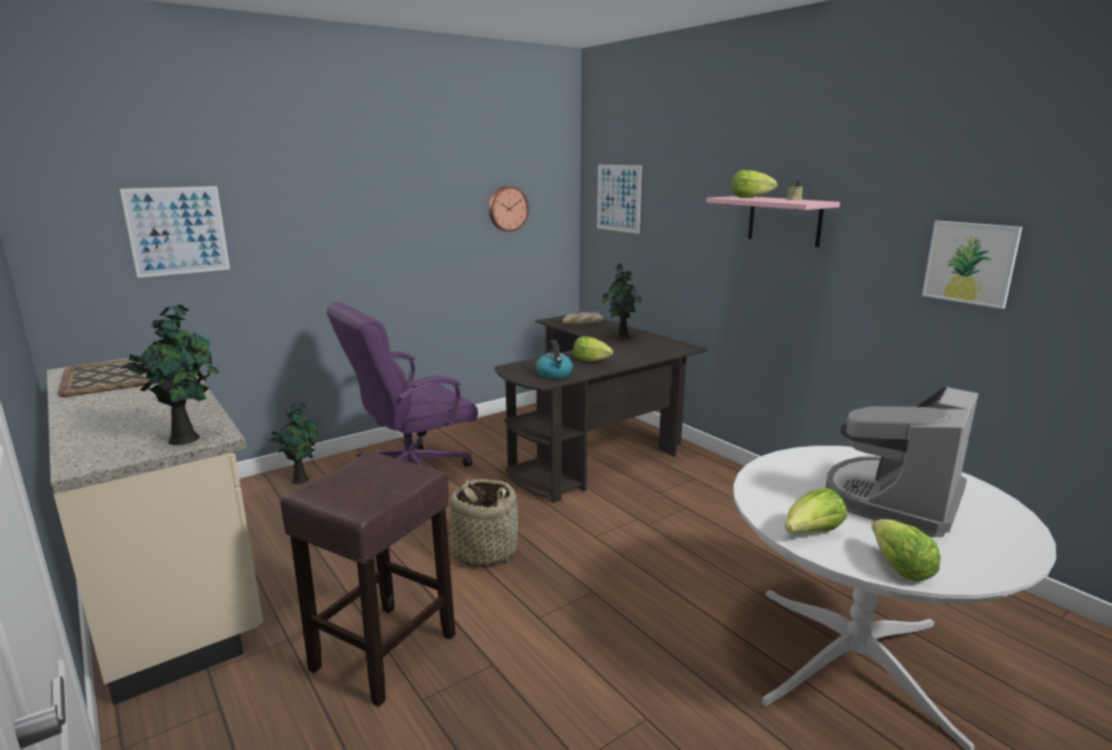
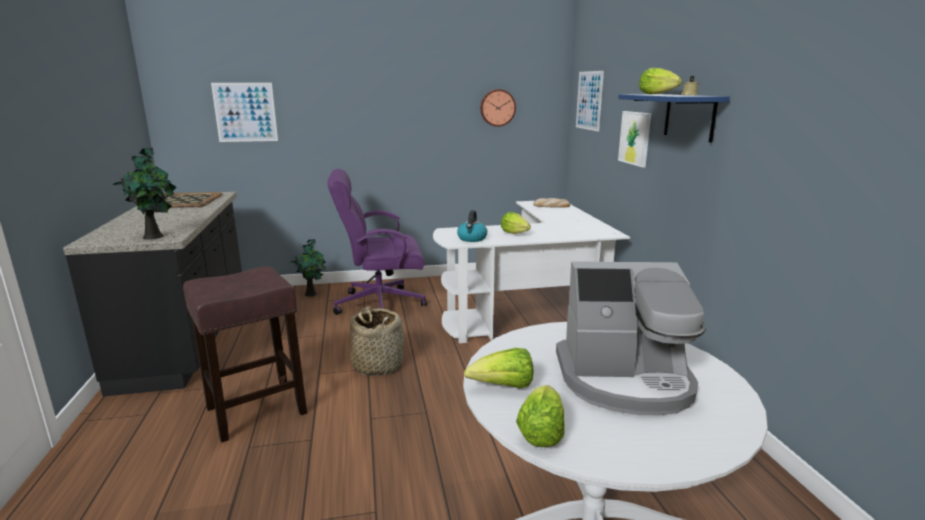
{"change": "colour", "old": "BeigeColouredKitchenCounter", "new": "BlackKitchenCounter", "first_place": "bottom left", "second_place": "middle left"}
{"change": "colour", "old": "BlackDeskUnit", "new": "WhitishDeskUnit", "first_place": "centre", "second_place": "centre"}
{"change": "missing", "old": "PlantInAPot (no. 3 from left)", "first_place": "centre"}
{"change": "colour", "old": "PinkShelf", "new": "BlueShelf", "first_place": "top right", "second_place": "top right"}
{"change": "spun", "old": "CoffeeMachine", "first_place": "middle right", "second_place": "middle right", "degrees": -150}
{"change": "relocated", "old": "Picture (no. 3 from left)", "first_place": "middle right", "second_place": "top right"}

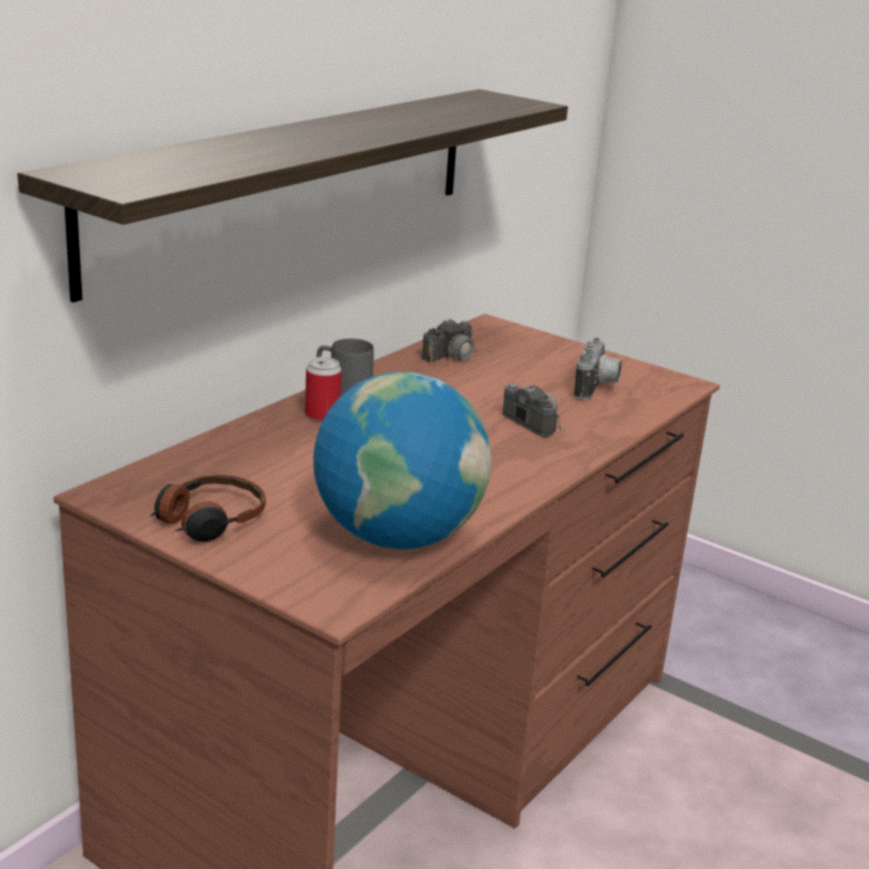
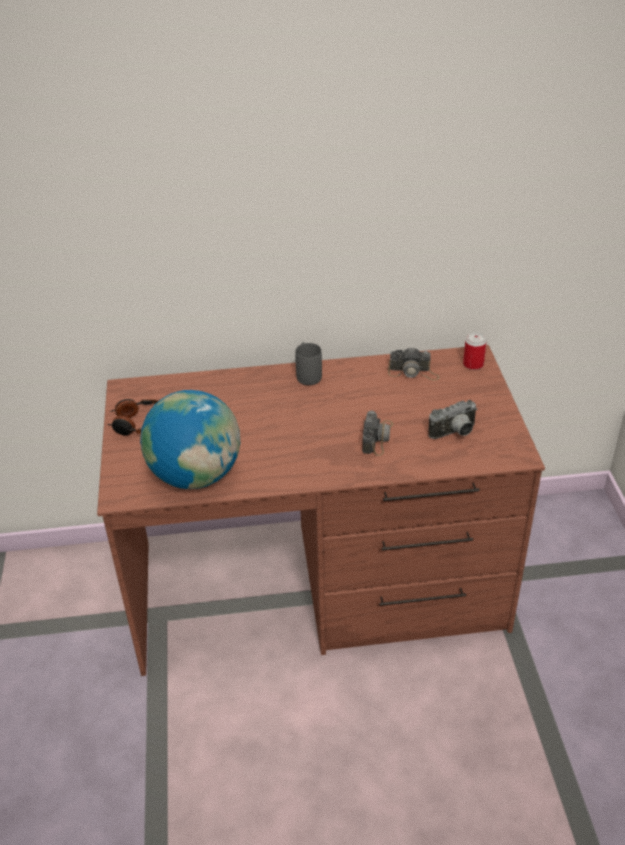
{"change": "missing", "old": "Shelf", "first_place": "top centre"}
{"change": "relocated", "old": "Can", "first_place": "centre", "second_place": "middle right"}

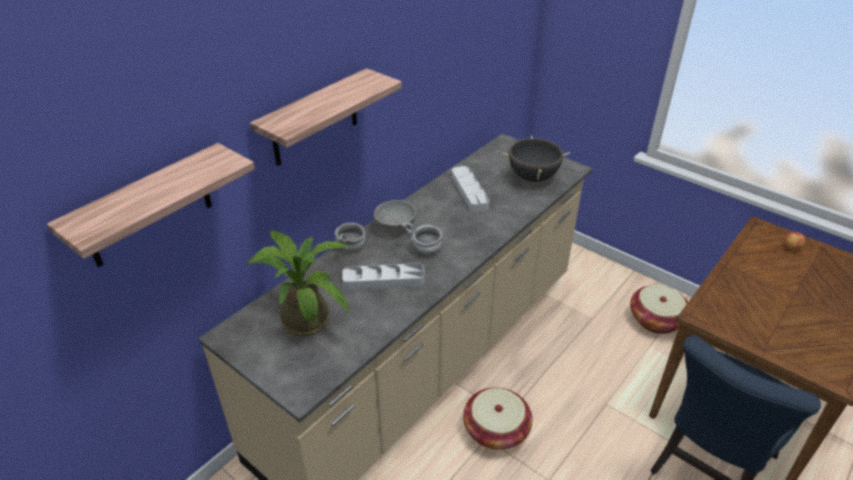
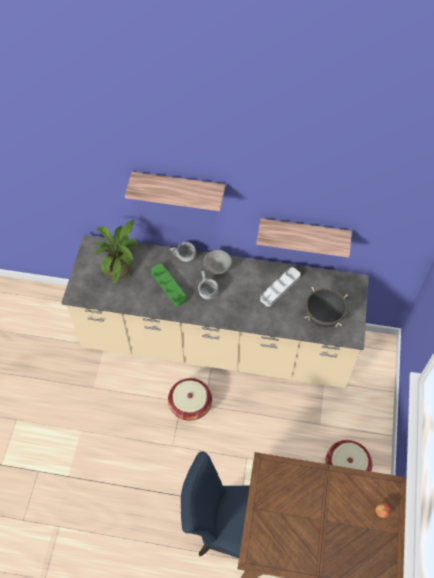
{"change": "relocated", "old": "Shelf (no. 1 from left in the first image)", "new": "Shelf (no. 2 from left)", "first_place": "middle left", "second_place": "middle right"}
{"change": "colour", "old": "GreyTray (no. 1 from left)", "new": "GreenColouredTray", "first_place": "centre", "second_place": "centre"}

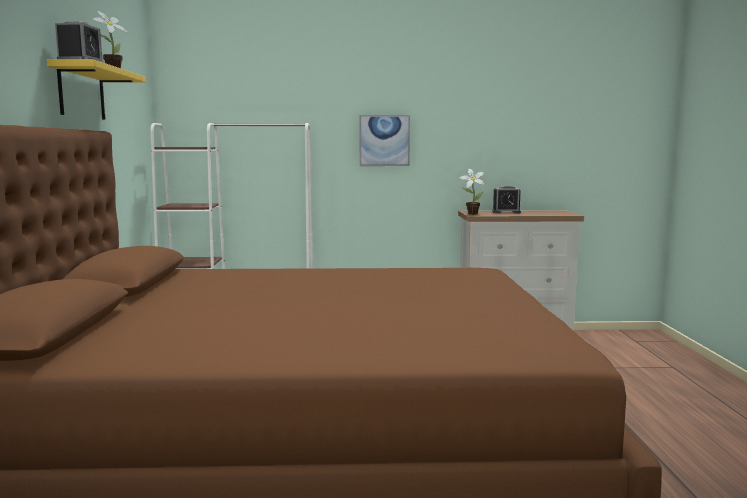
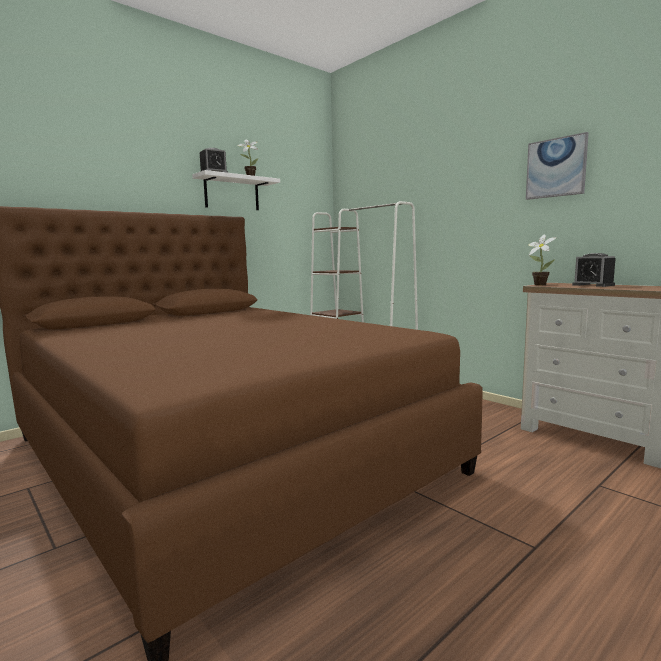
{"change": "colour", "old": "YellowColouredShelf", "new": "WhitishShelf", "first_place": "top left", "second_place": "top centre"}
{"change": "relocated", "old": "Picture", "first_place": "top centre", "second_place": "top right"}

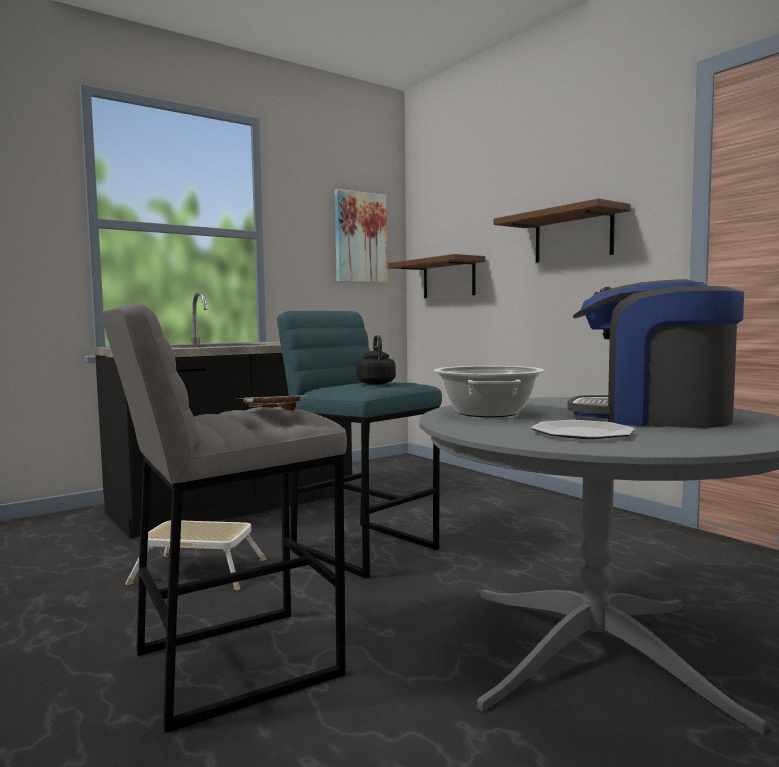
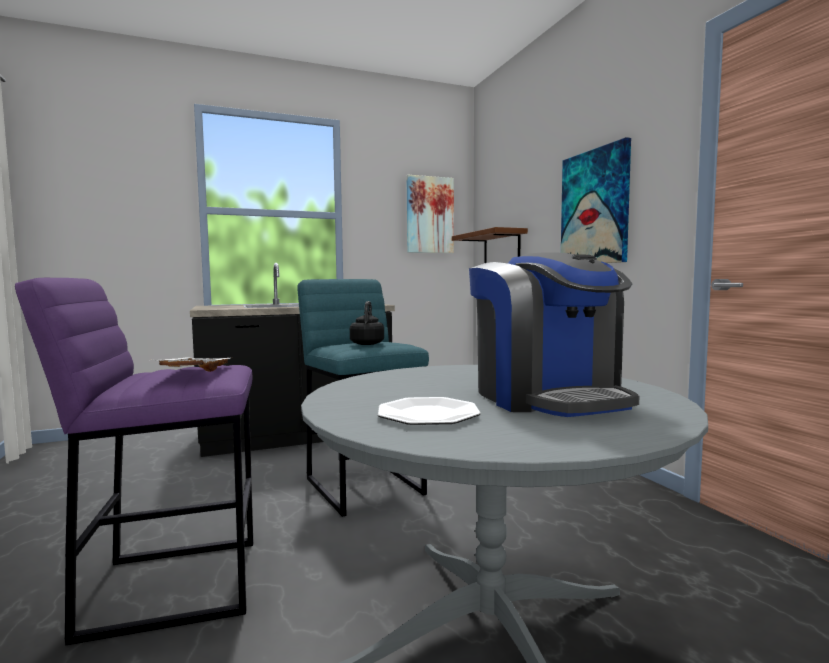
{"change": "colour", "old": "GreySittingStool", "new": "PurpleSittingStool", "first_place": "bottom left", "second_place": "bottom left"}
{"change": "missing", "old": "BeigeColouredStepLadder", "first_place": "bottom left"}
{"change": "missing", "old": "Saucepot", "first_place": "centre"}
{"change": "exchanged", "old": "BrownishShelf (no. 2 from left)", "new": "Picture (no. 2 from left)", "first_place": "top right", "second_place": "top right"}
{"change": "spun", "old": "CoffeeMachine", "first_place": "middle right", "second_place": "middle right", "degrees": -150}

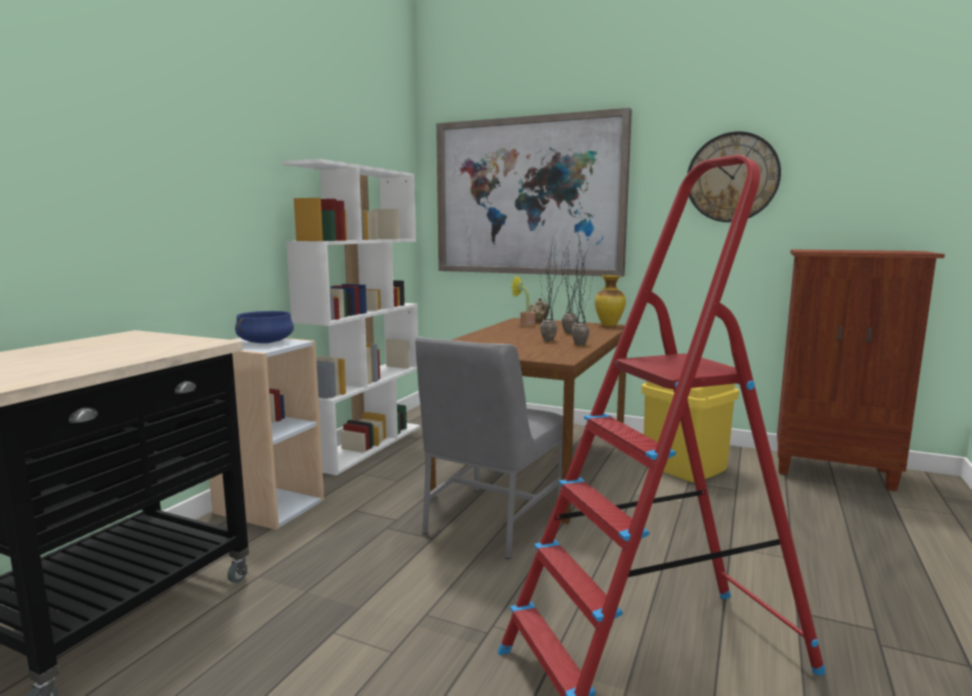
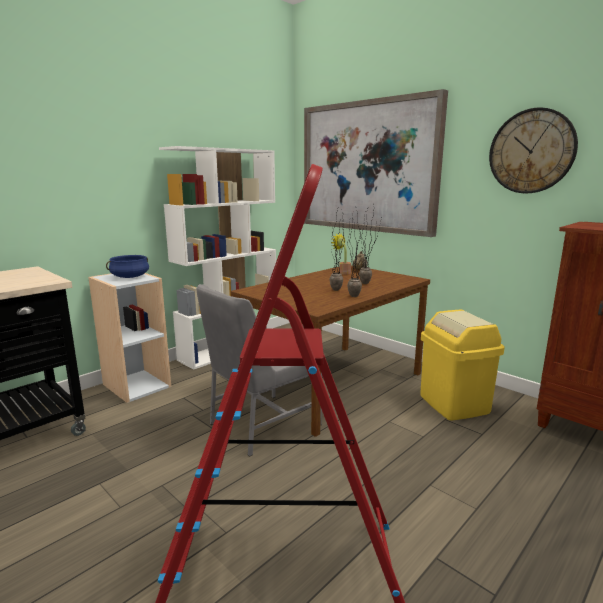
{"change": "missing", "old": "FlowerVase", "first_place": "centre"}

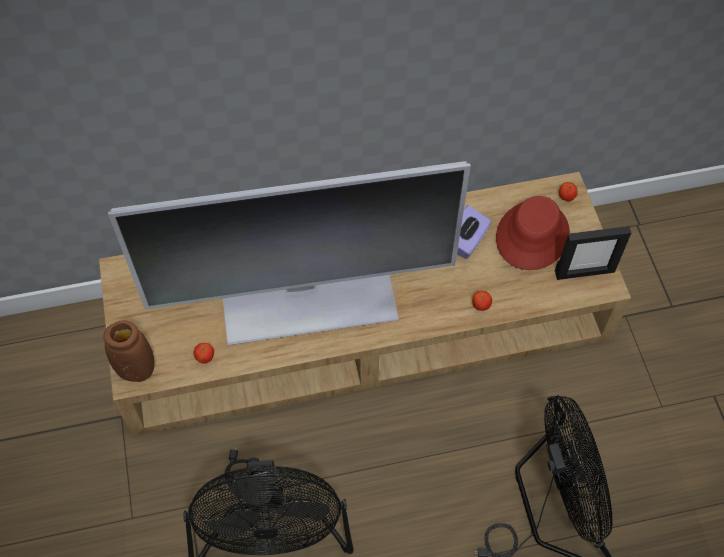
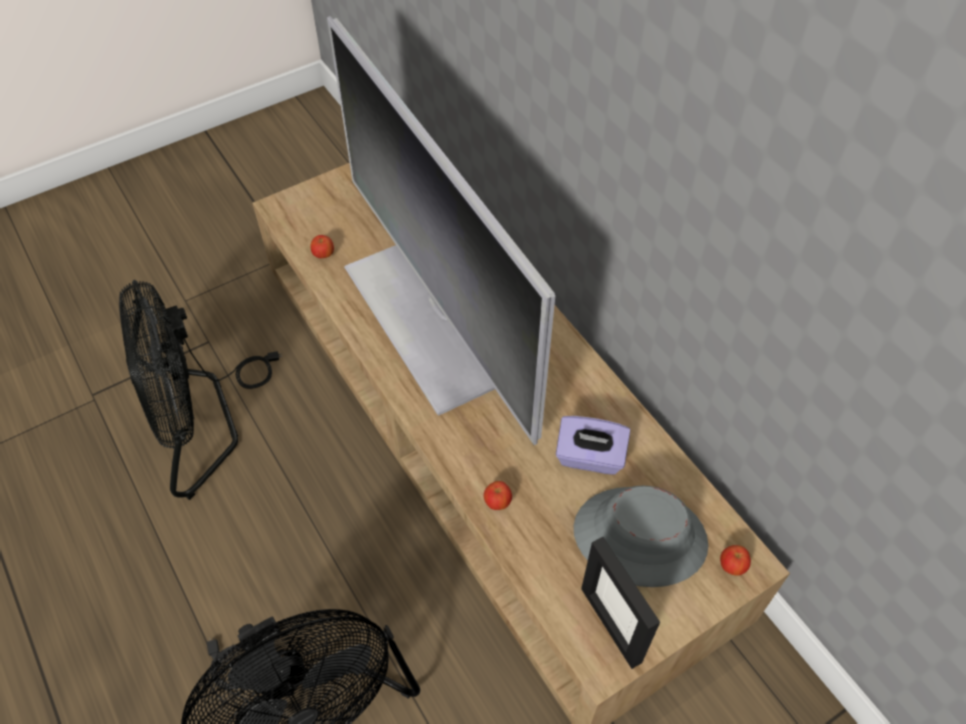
{"change": "missing", "old": "BrownishFlowerVase", "first_place": "middle left"}
{"change": "colour", "old": "RedWearableHat", "new": "GreyWearableHat", "first_place": "middle right", "second_place": "bottom centre"}

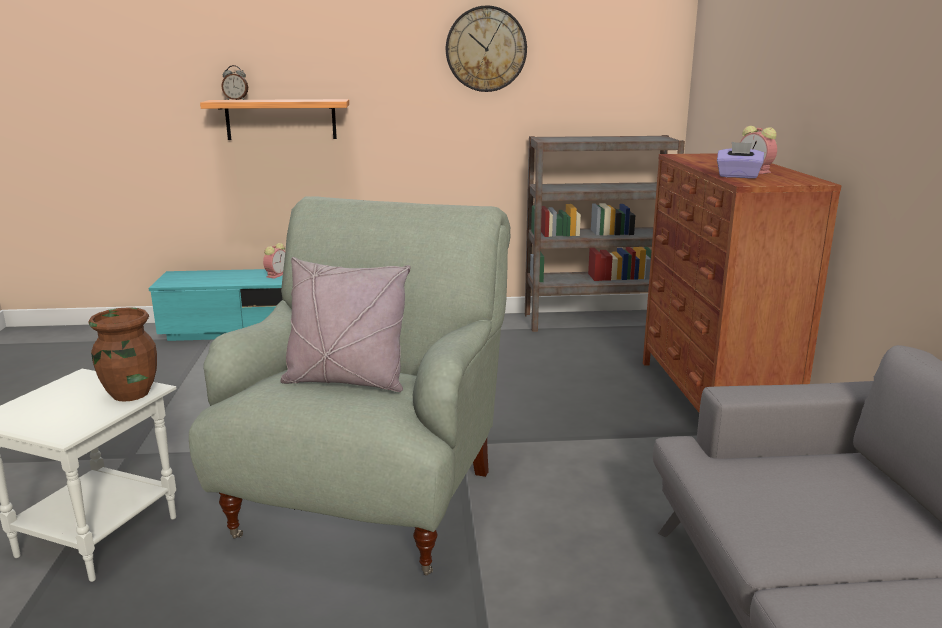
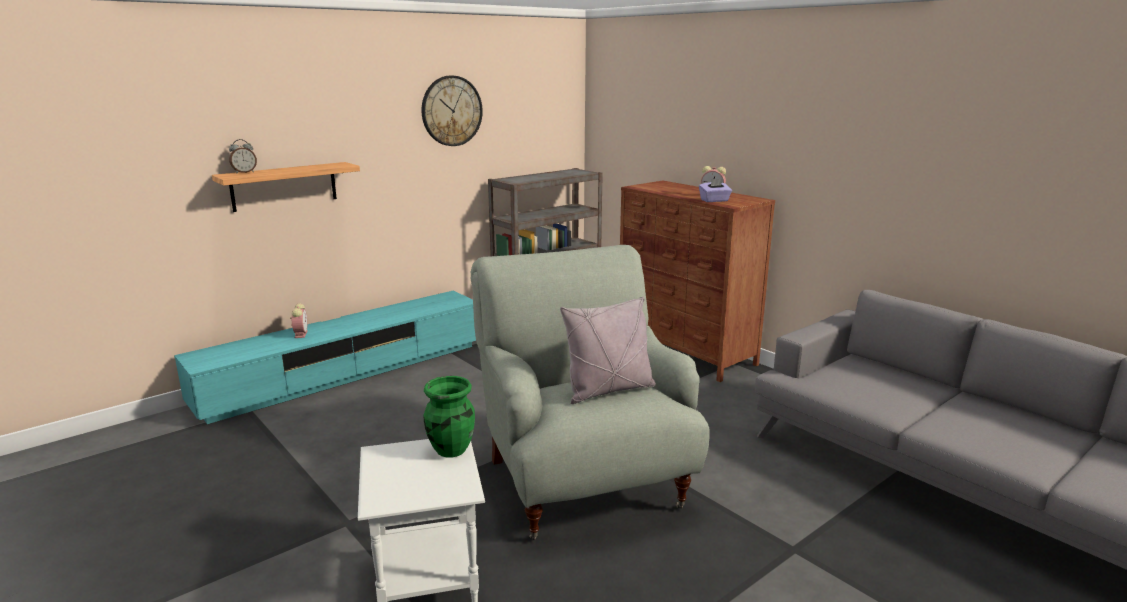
{"change": "colour", "old": "BrownishFlowerVase", "new": "GreenColouredFlowerVase", "first_place": "middle left", "second_place": "bottom centre"}

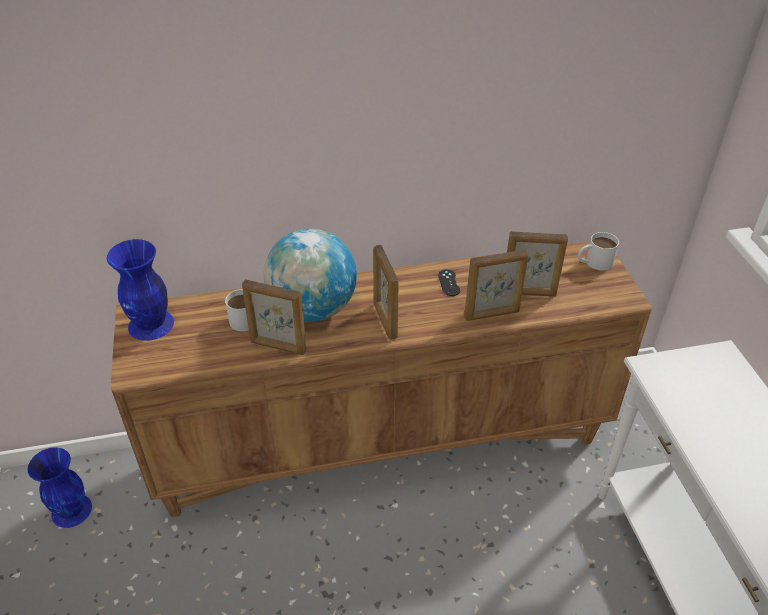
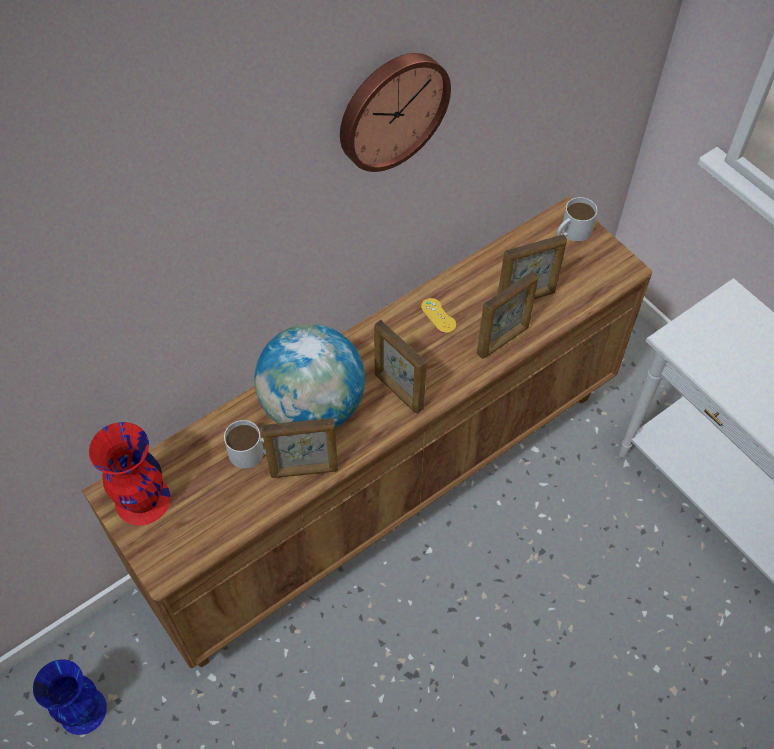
{"change": "colour", "old": "BlueFlowerVase (no. 2 from left)", "new": "RedFlowerVase", "first_place": "middle left", "second_place": "middle left"}
{"change": "colour", "old": "BlackJoypad", "new": "YellowColouredJoypad", "first_place": "centre", "second_place": "centre"}
{"change": "appeared", "new": "WallClock", "second_place": "top centre"}

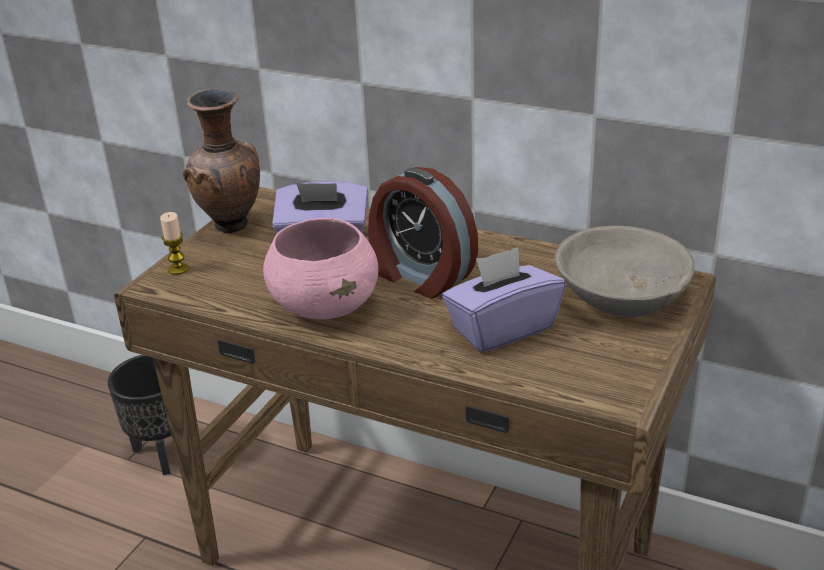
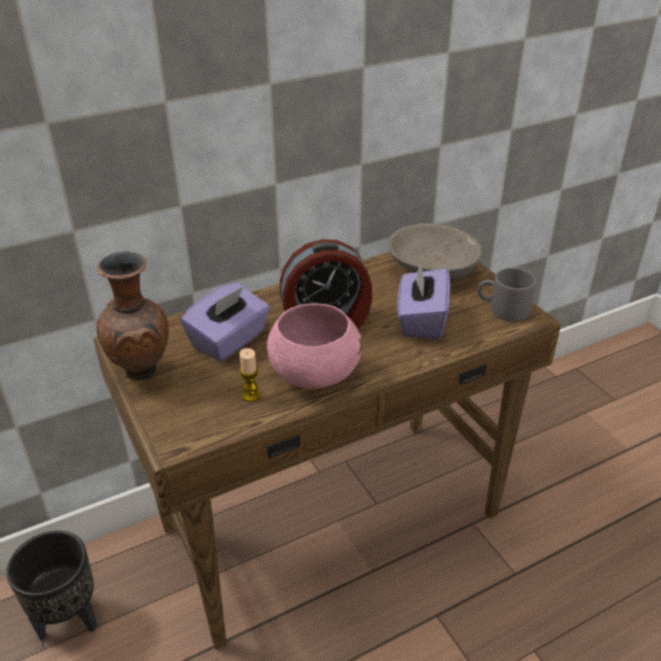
{"change": "relocated", "old": "WaxLight", "first_place": "middle left", "second_place": "centre"}
{"change": "appeared", "new": "GreyMug", "second_place": "middle right"}

